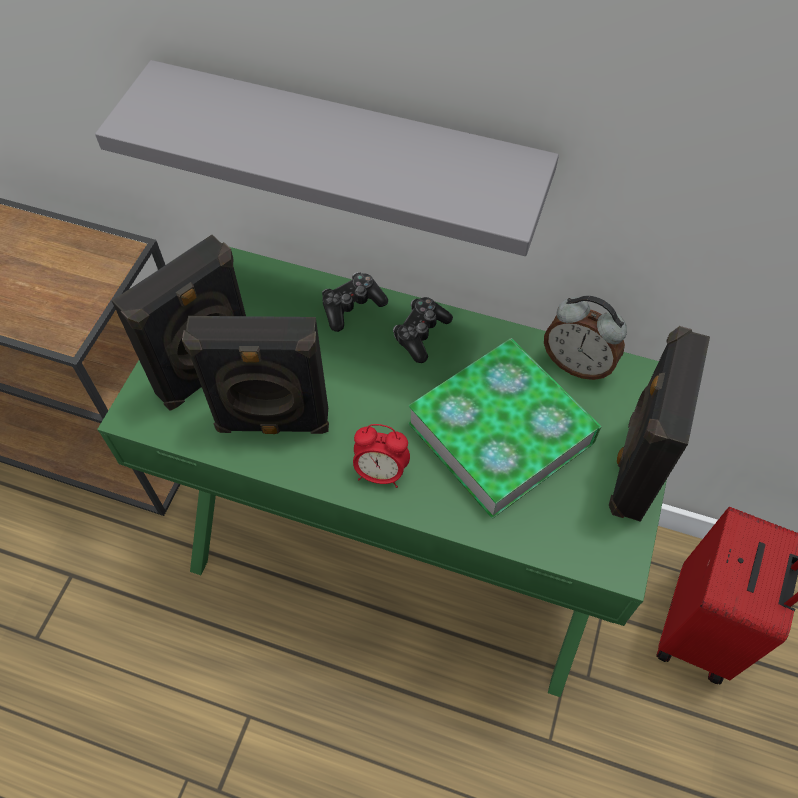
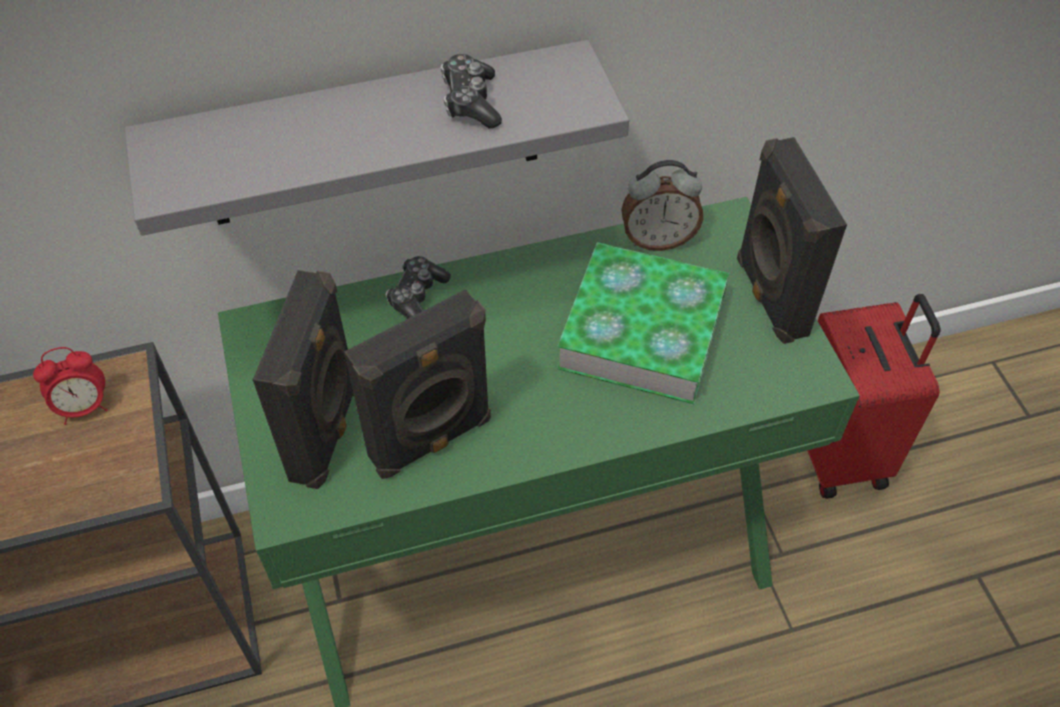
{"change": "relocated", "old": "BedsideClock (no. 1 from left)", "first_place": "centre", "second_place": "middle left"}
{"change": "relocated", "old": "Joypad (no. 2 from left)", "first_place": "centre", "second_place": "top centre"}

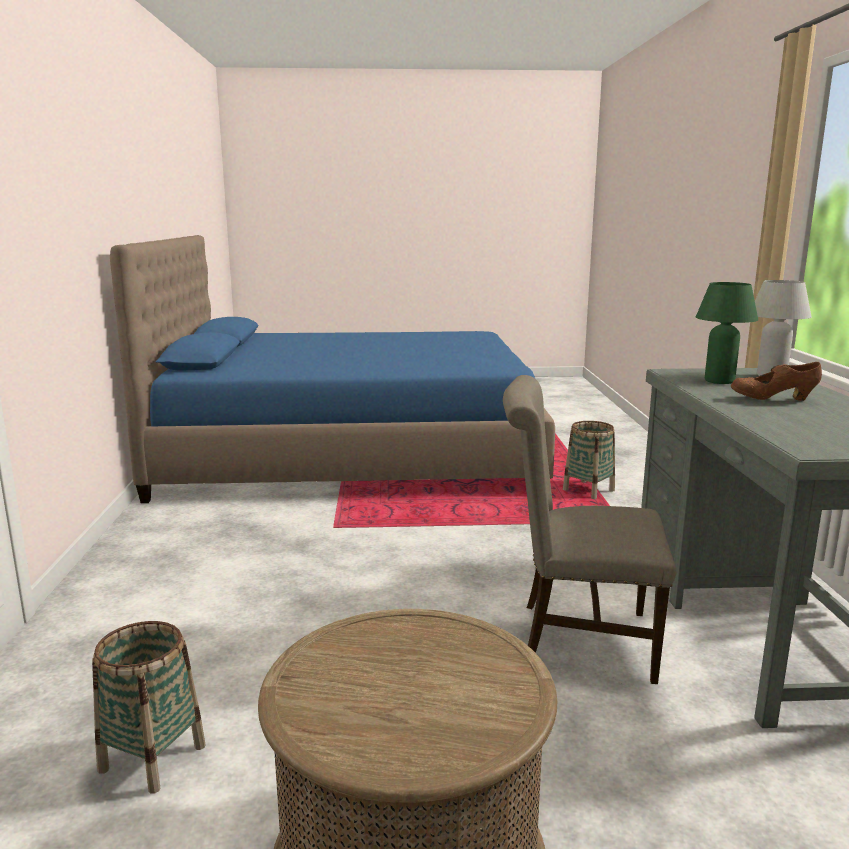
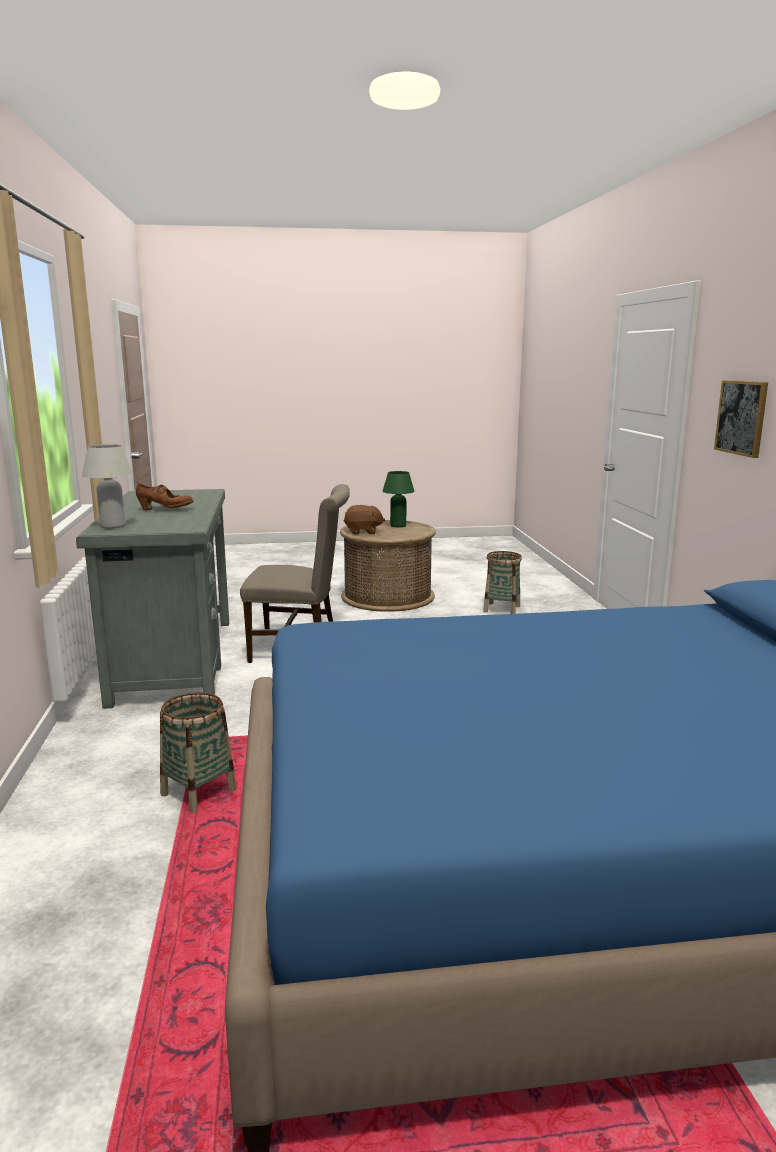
{"change": "relocated", "old": "GreenColouredTabletopLamp", "first_place": "middle right", "second_place": "centre"}
{"change": "appeared", "new": "BrownishSoftToy", "second_place": "centre"}
{"change": "appeared", "new": "Picture", "second_place": "middle right"}

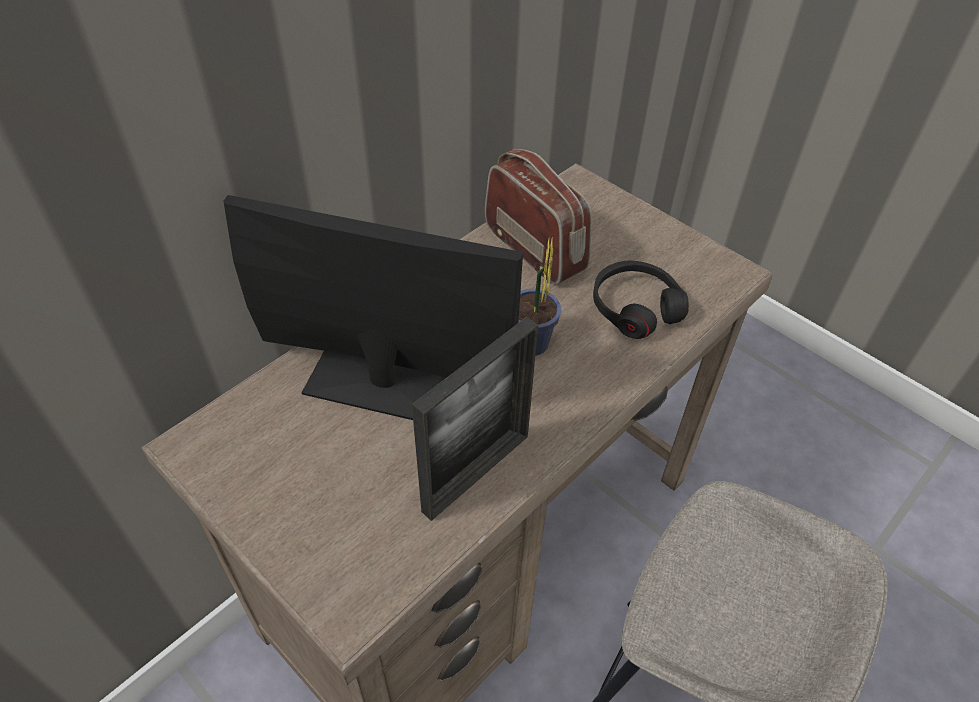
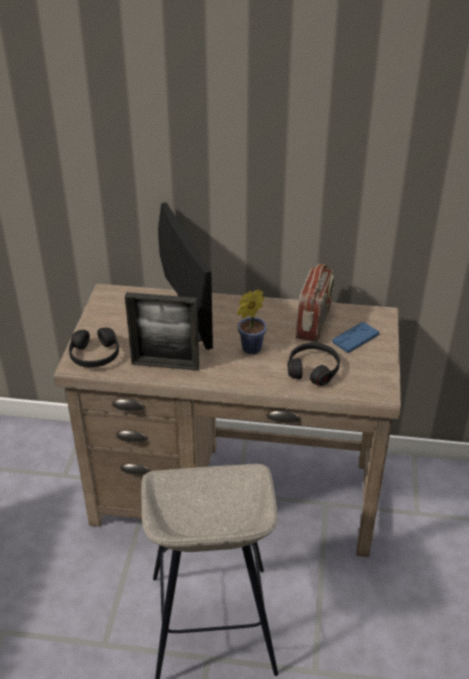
{"change": "appeared", "new": "BlackHeadphones (no. 1 from left)", "second_place": "middle left"}
{"change": "appeared", "new": "BlueJoypad", "second_place": "middle right"}

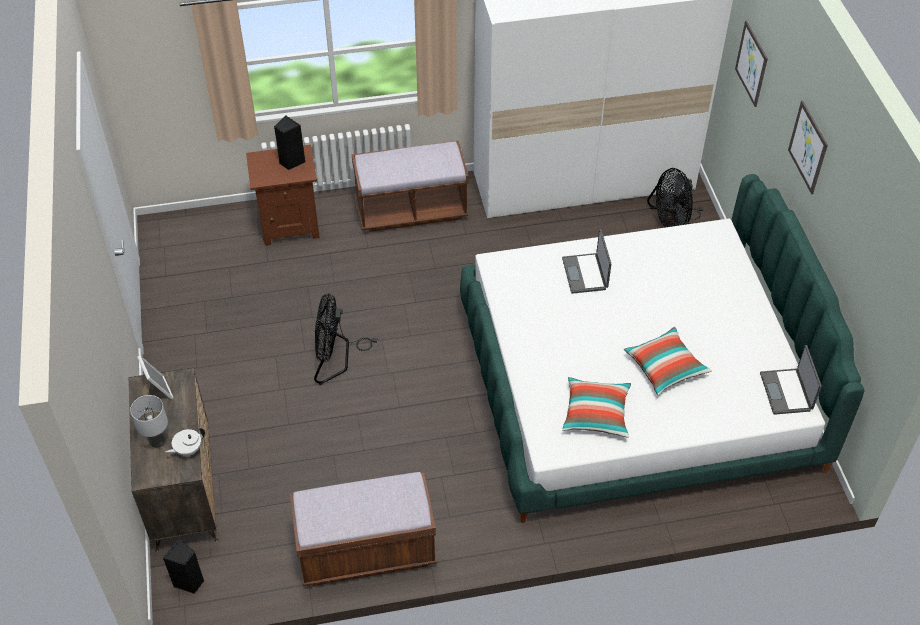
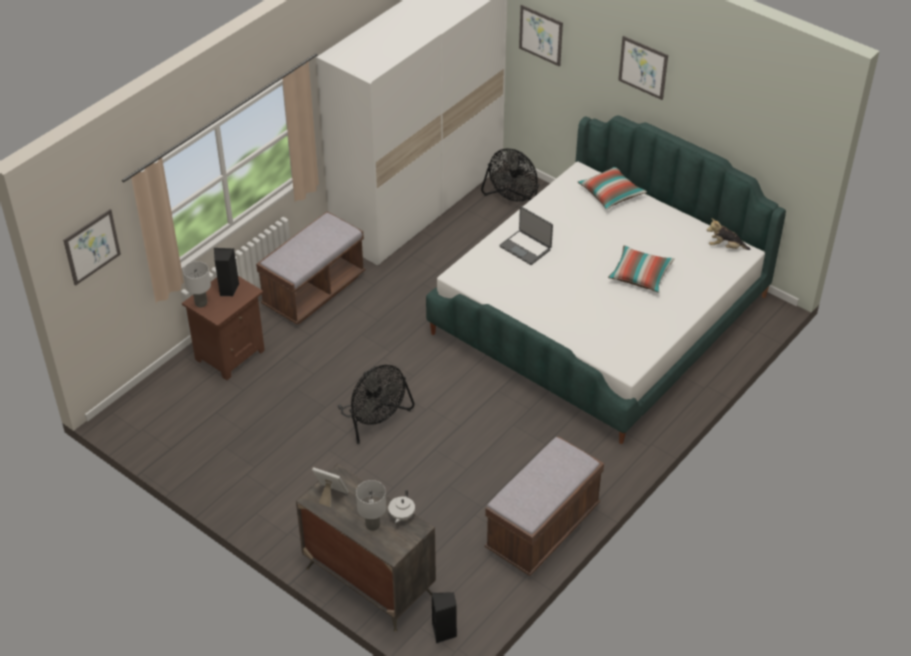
{"change": "spun", "old": "BlackFan (no. 1 from left)", "first_place": "centre", "second_place": "centre", "degrees": -90}
{"change": "relocated", "old": "Cushion (no. 1 from left)", "first_place": "centre", "second_place": "top right"}
{"change": "exchanged", "old": "Laptop (no. 2 from left)", "new": "SoftToy", "first_place": "middle right", "second_place": "middle right"}
{"change": "appeared", "new": "Picture (no. 1 from left)", "second_place": "middle left"}
{"change": "appeared", "new": "WhitishTabletopLamp (no. 1 from left)", "second_place": "middle left"}

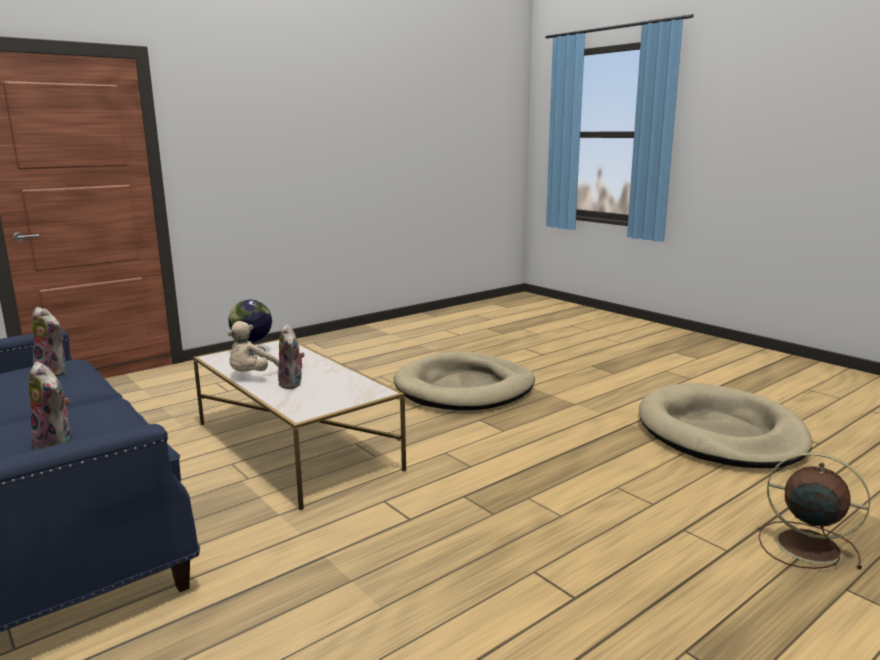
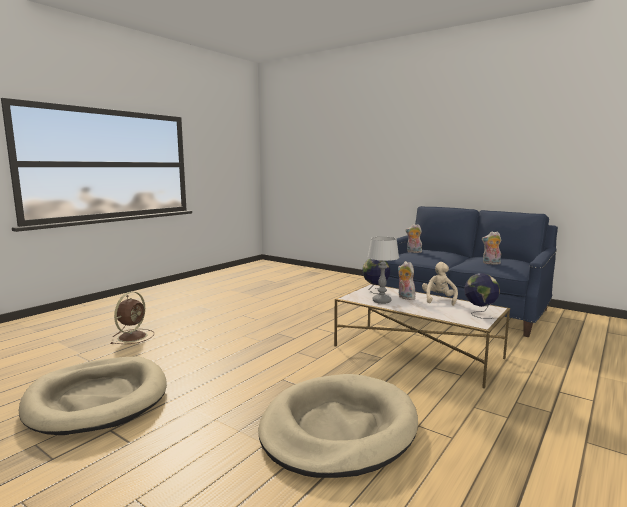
{"change": "spun", "old": "BrownishFan", "first_place": "bottom right", "second_place": "middle left", "degrees": -90}
{"change": "appeared", "new": "DeskGlobe (no. 1 from left)", "second_place": "centre"}
{"change": "appeared", "new": "TabletopLamp", "second_place": "centre"}

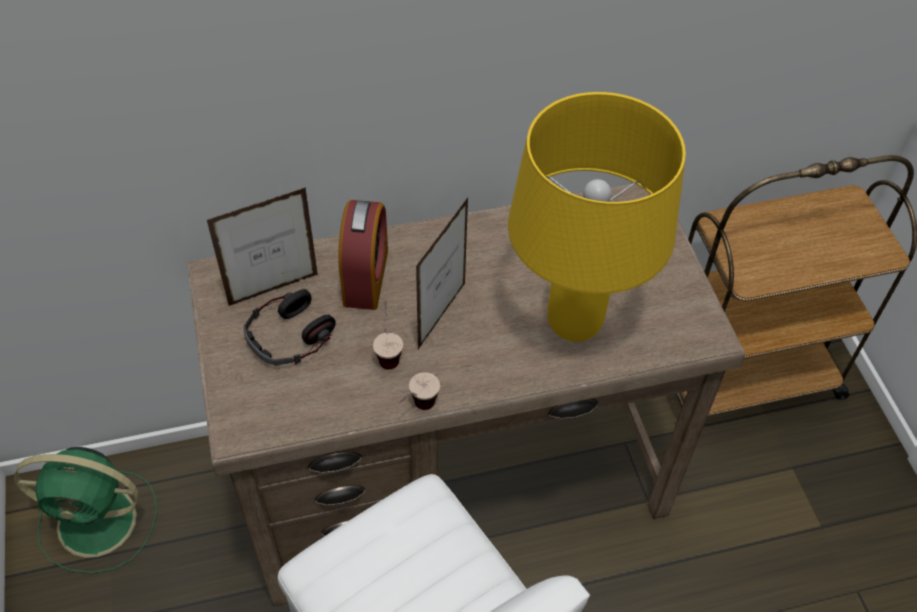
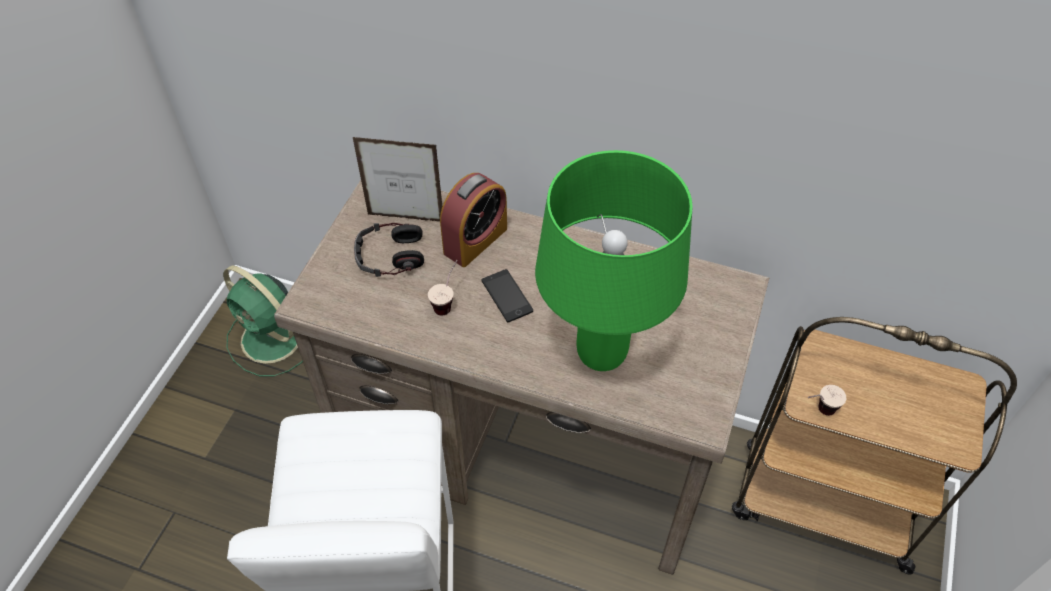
{"change": "relocated", "old": "SmallCup (no. 2 from left)", "first_place": "centre", "second_place": "bottom right"}
{"change": "exchanged", "old": "PictureFrame (no. 2 from left)", "new": "Phone", "first_place": "centre", "second_place": "centre"}
{"change": "colour", "old": "YellowColouredTabletopLamp", "new": "GreenColouredTabletopLamp", "first_place": "centre", "second_place": "centre"}

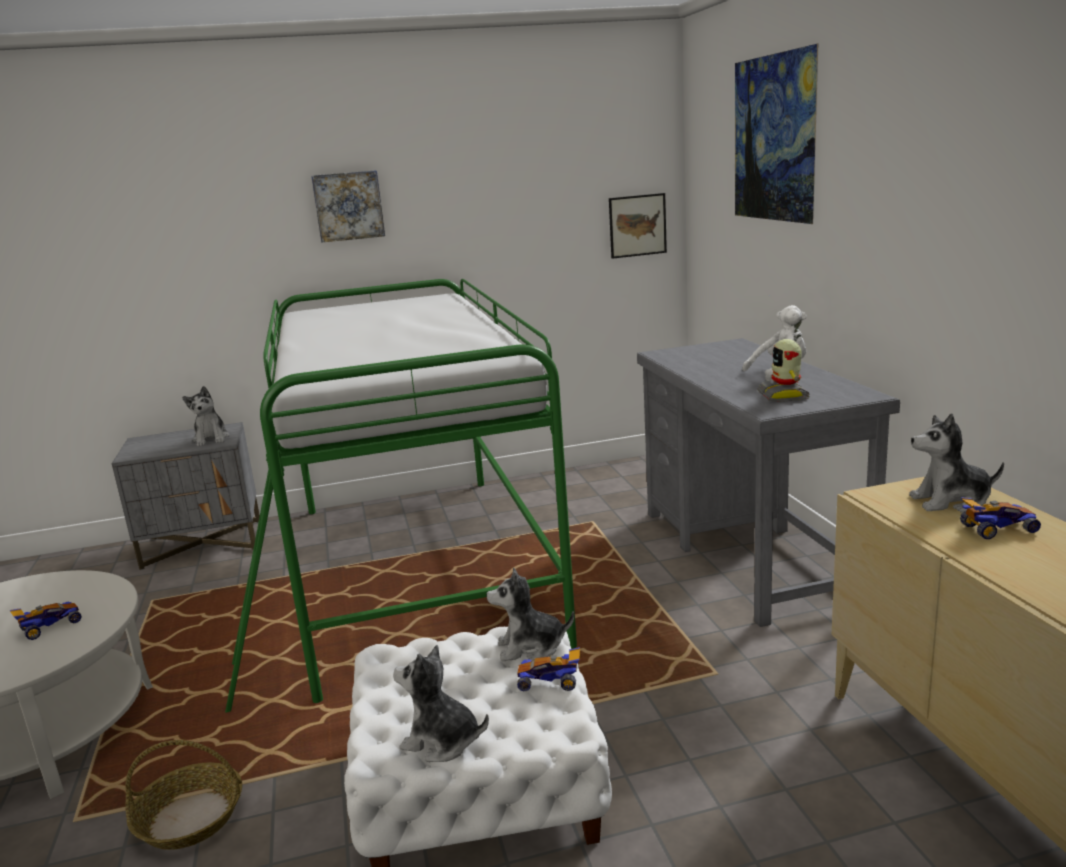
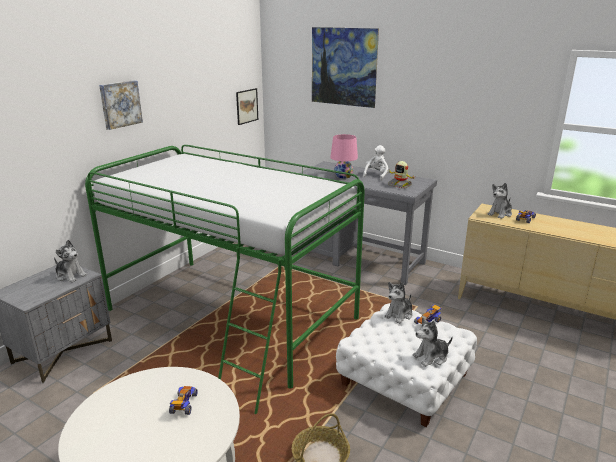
{"change": "appeared", "new": "PinkTabletopLamp", "second_place": "centre"}

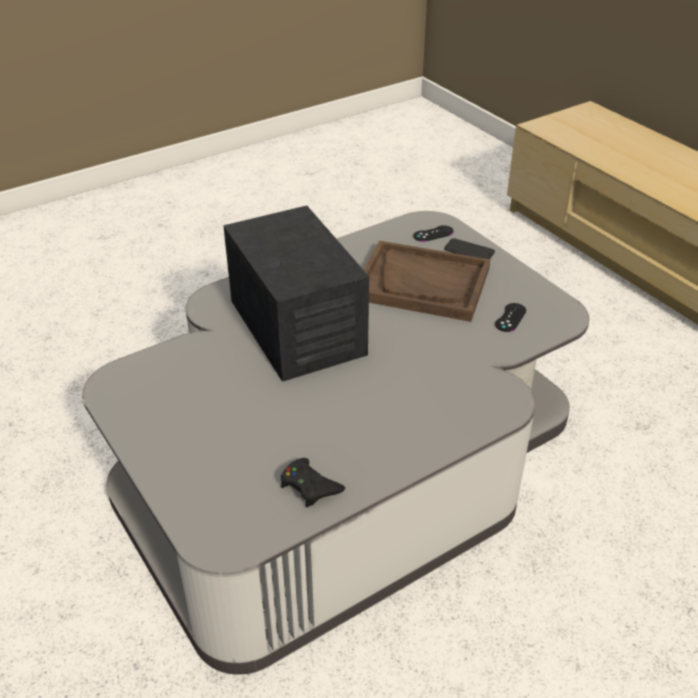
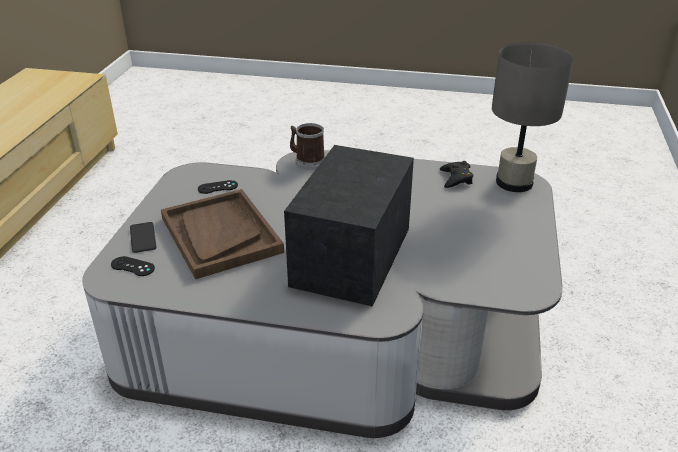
{"change": "appeared", "new": "Mug", "second_place": "top centre"}
{"change": "appeared", "new": "GreyTabletopLamp", "second_place": "top right"}

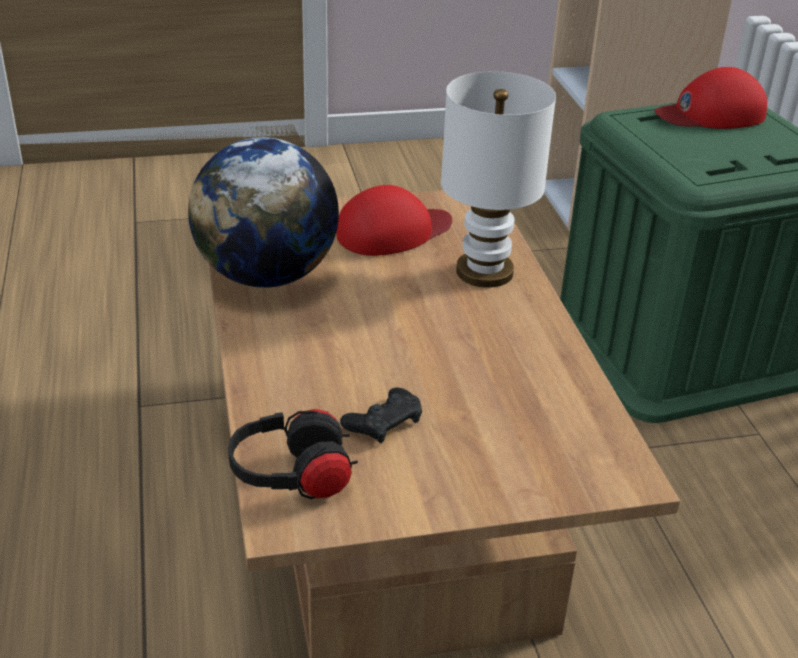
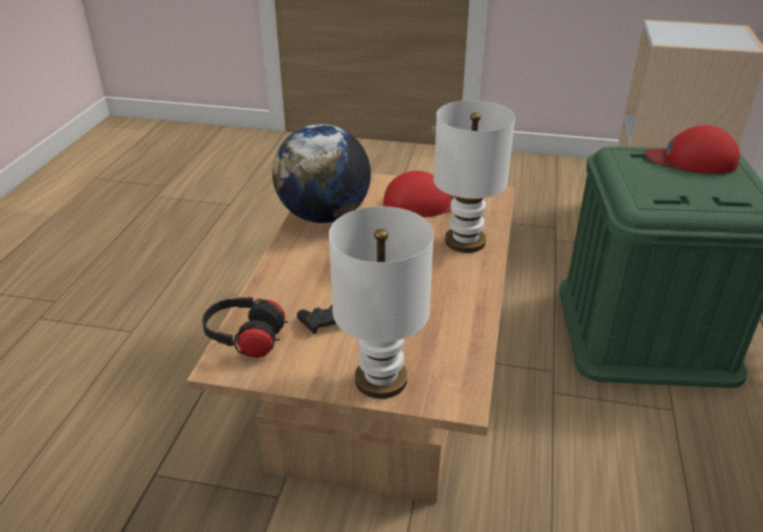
{"change": "appeared", "new": "WhitishTabletopLamp (no. 1 from left)", "second_place": "centre"}

